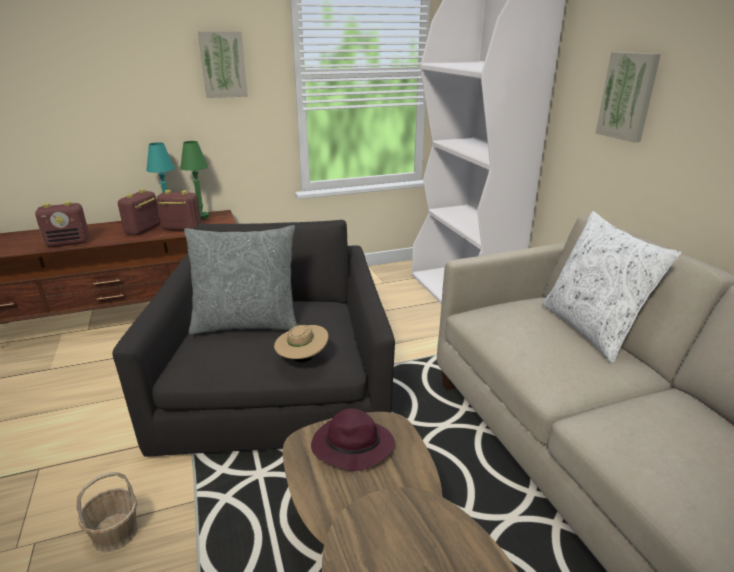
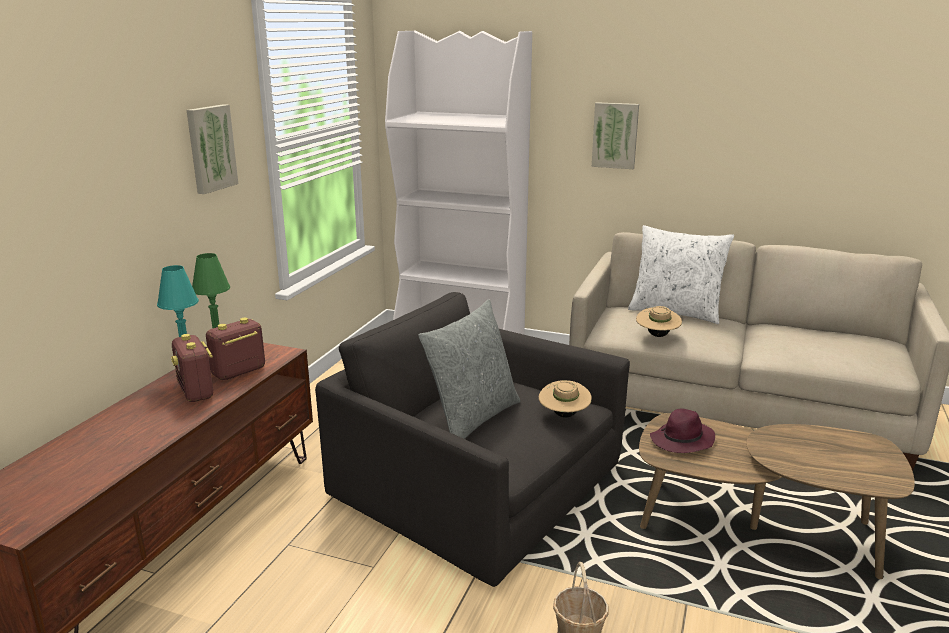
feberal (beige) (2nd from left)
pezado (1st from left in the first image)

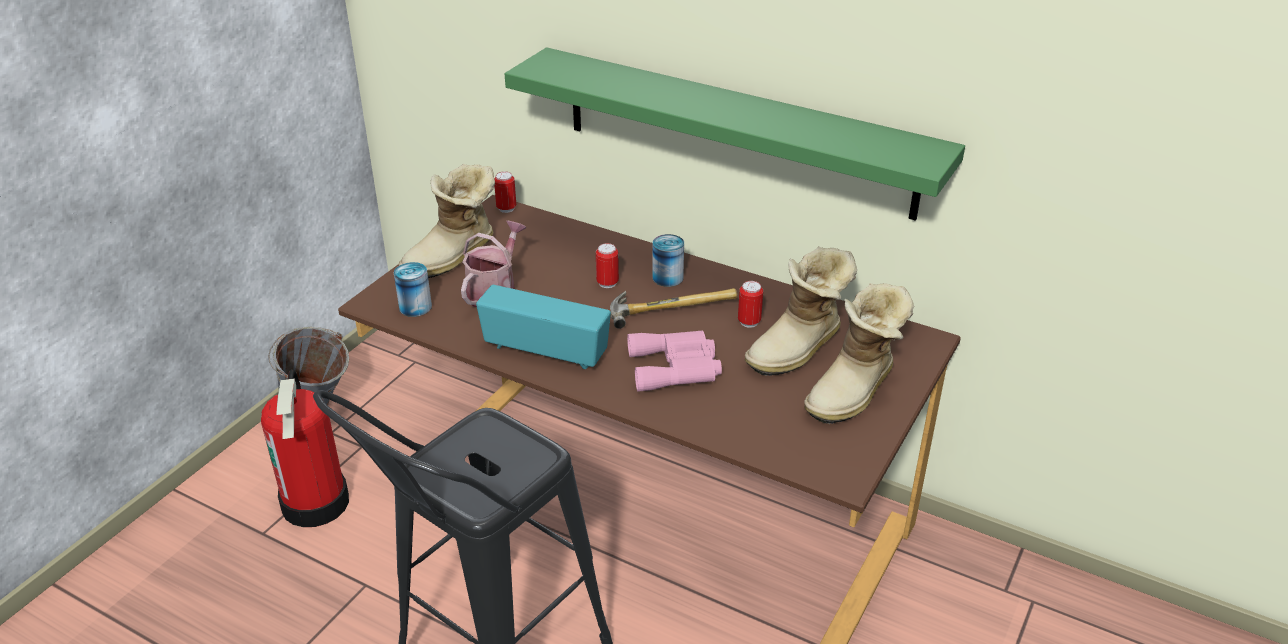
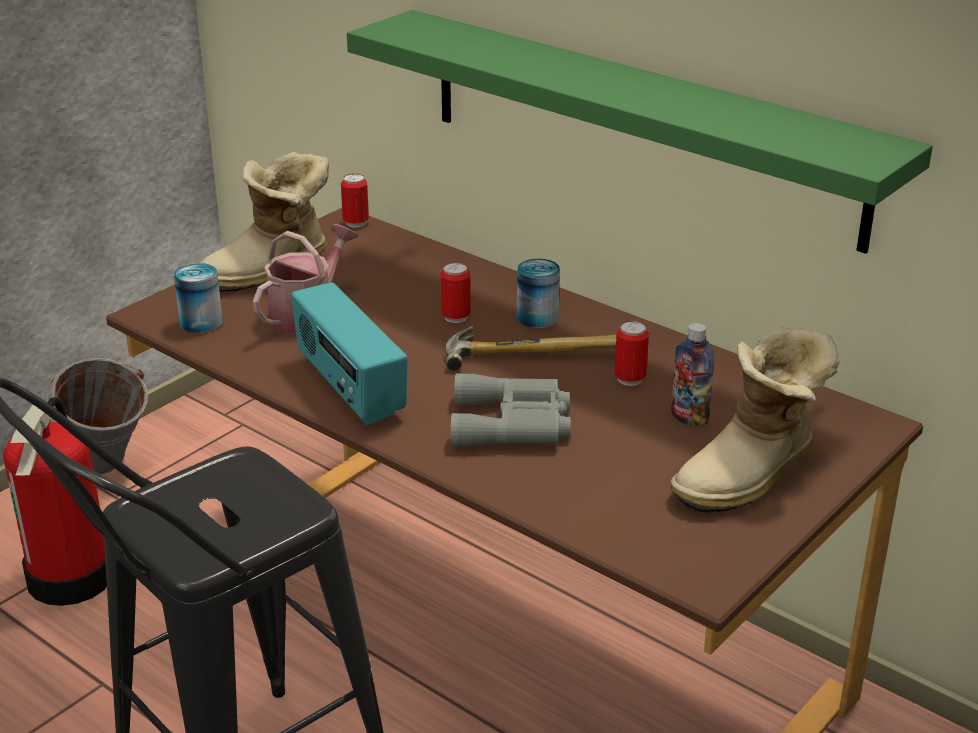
pezado
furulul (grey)
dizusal

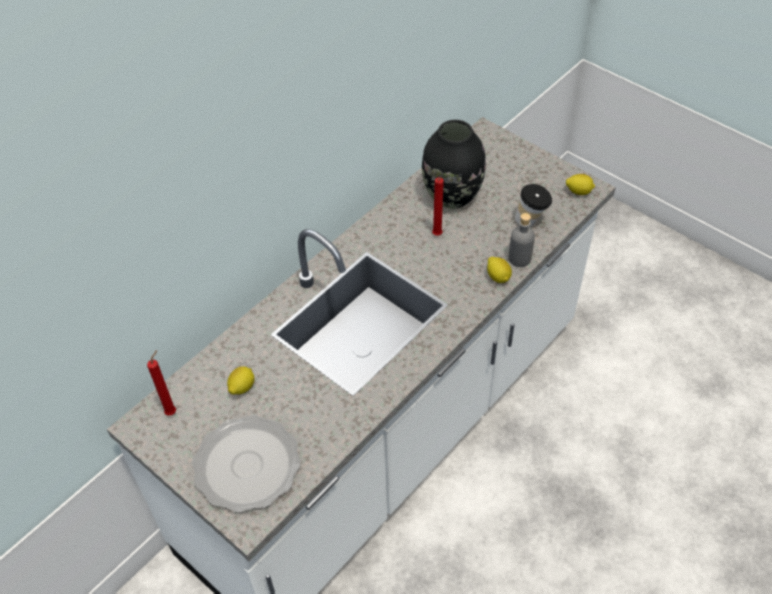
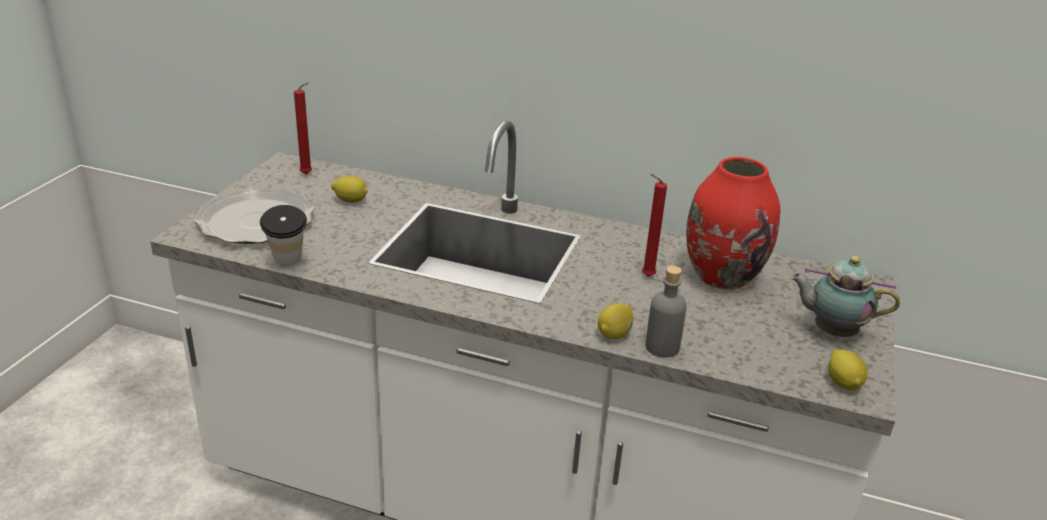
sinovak
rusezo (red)
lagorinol

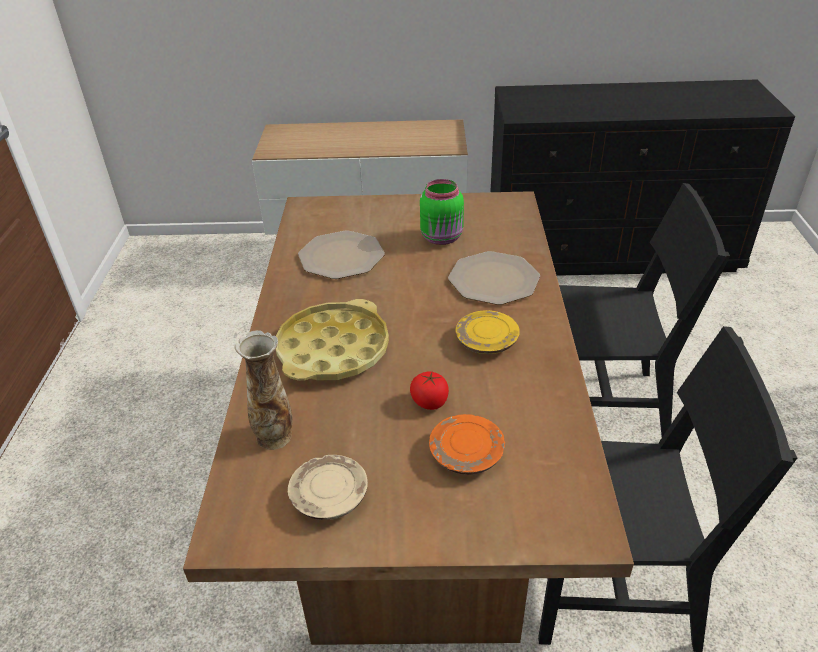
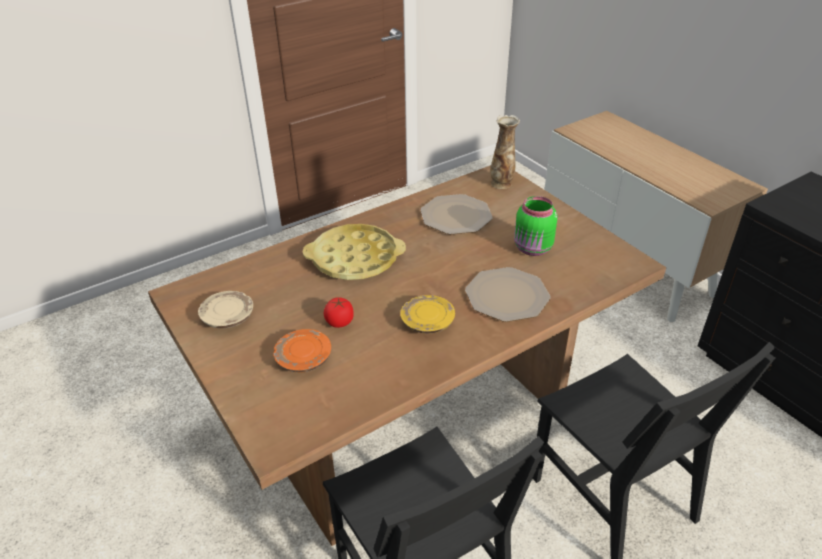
rusezo

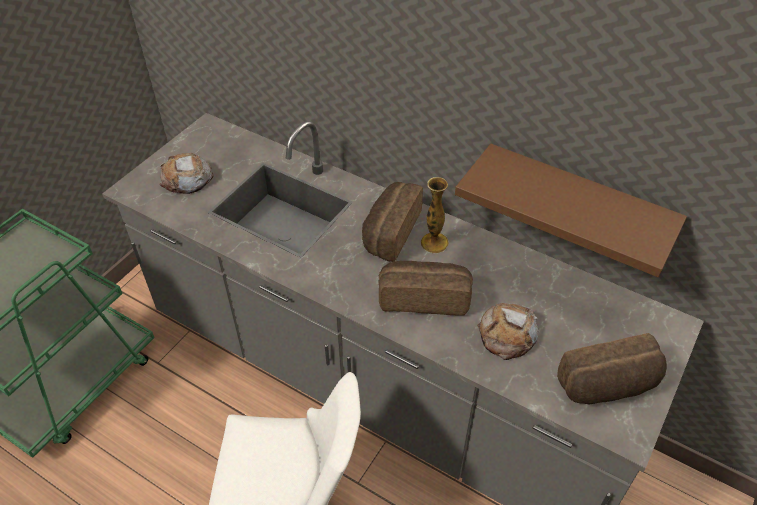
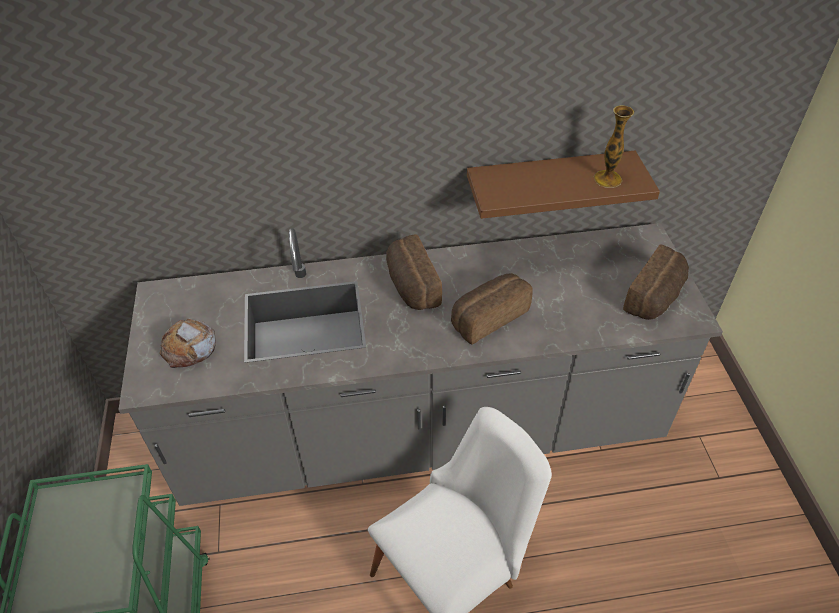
rusezo
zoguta (4th from left in the first image)

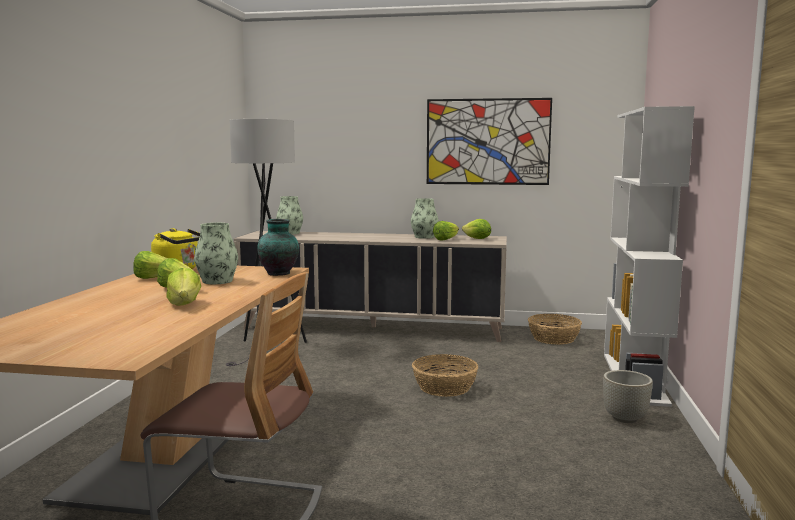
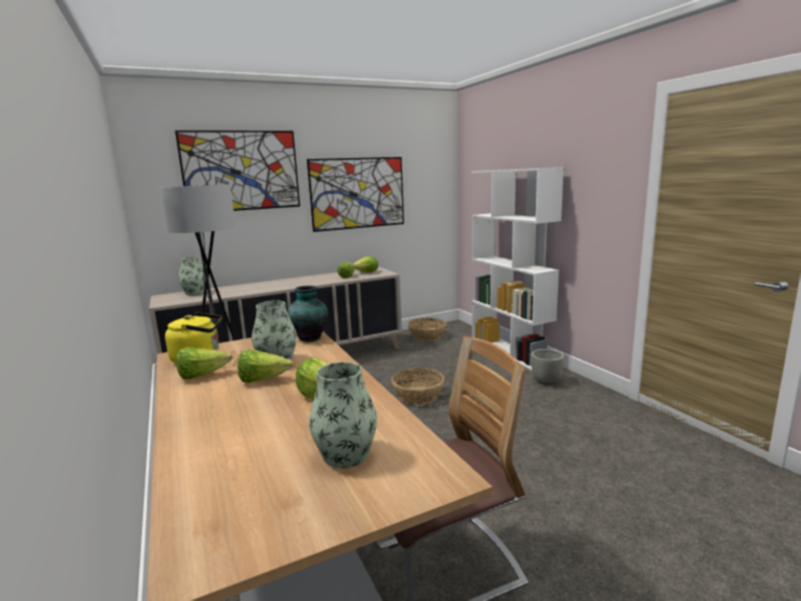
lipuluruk (1st from left)
rusezo (4th from left)

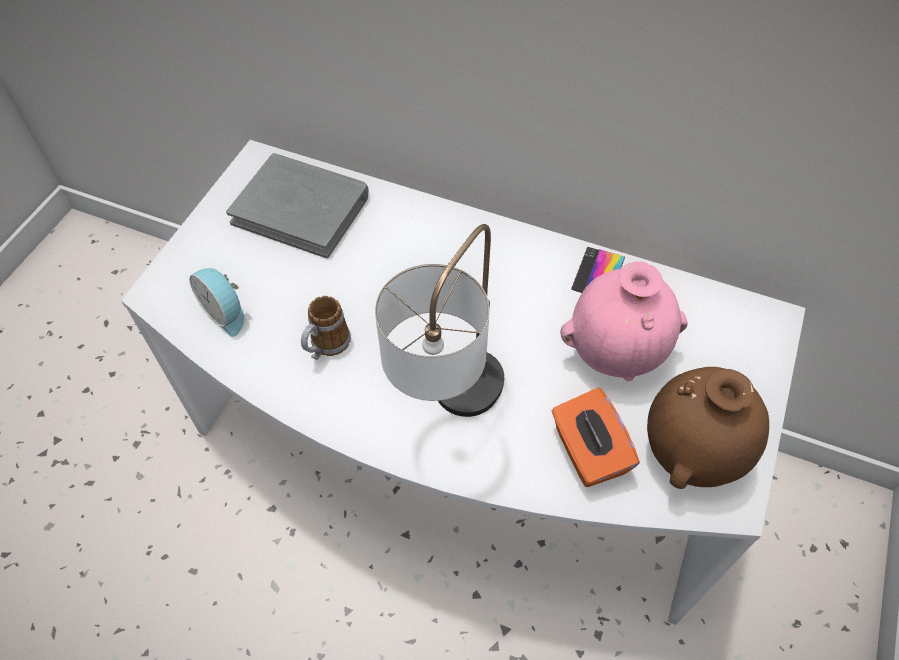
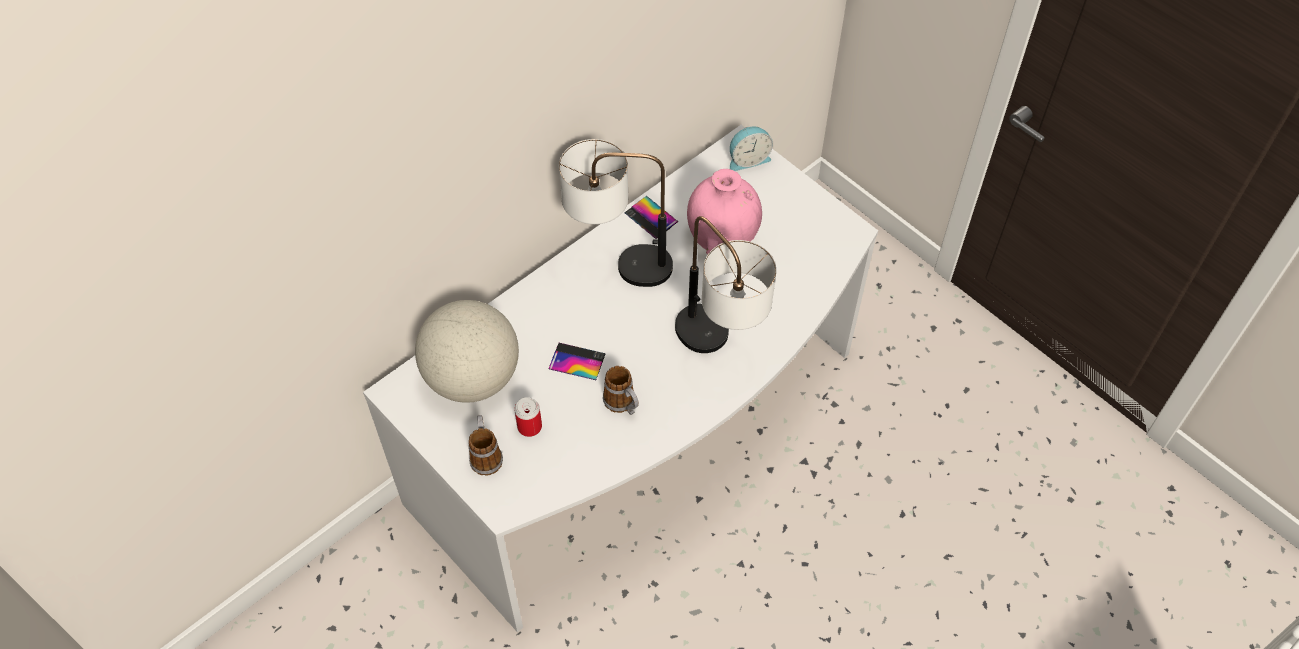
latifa
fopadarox (1st from left)
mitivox
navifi (1st from left)
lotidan (1st from left)
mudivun
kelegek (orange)
rusezo (brown)

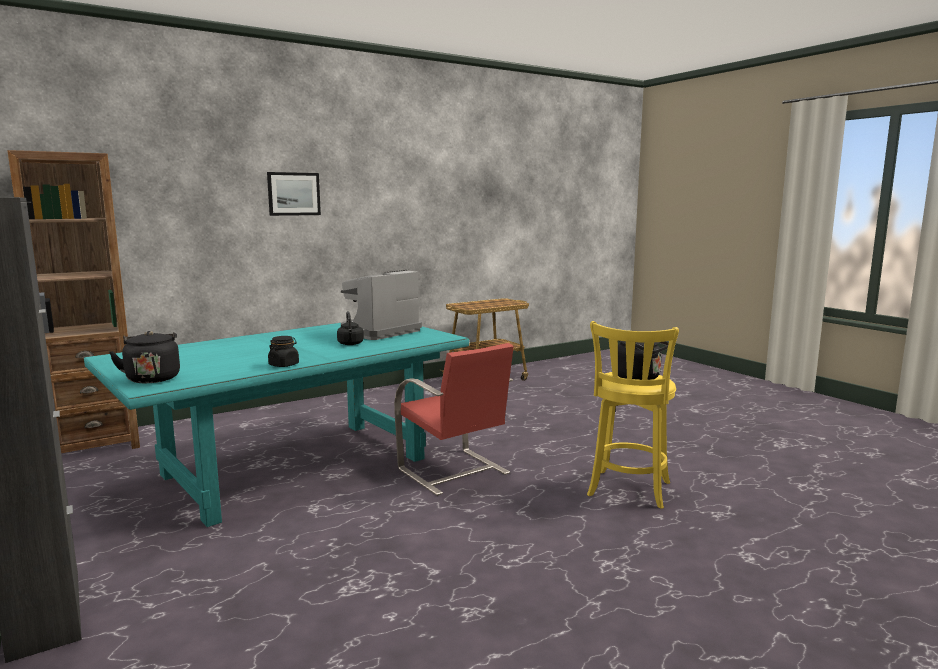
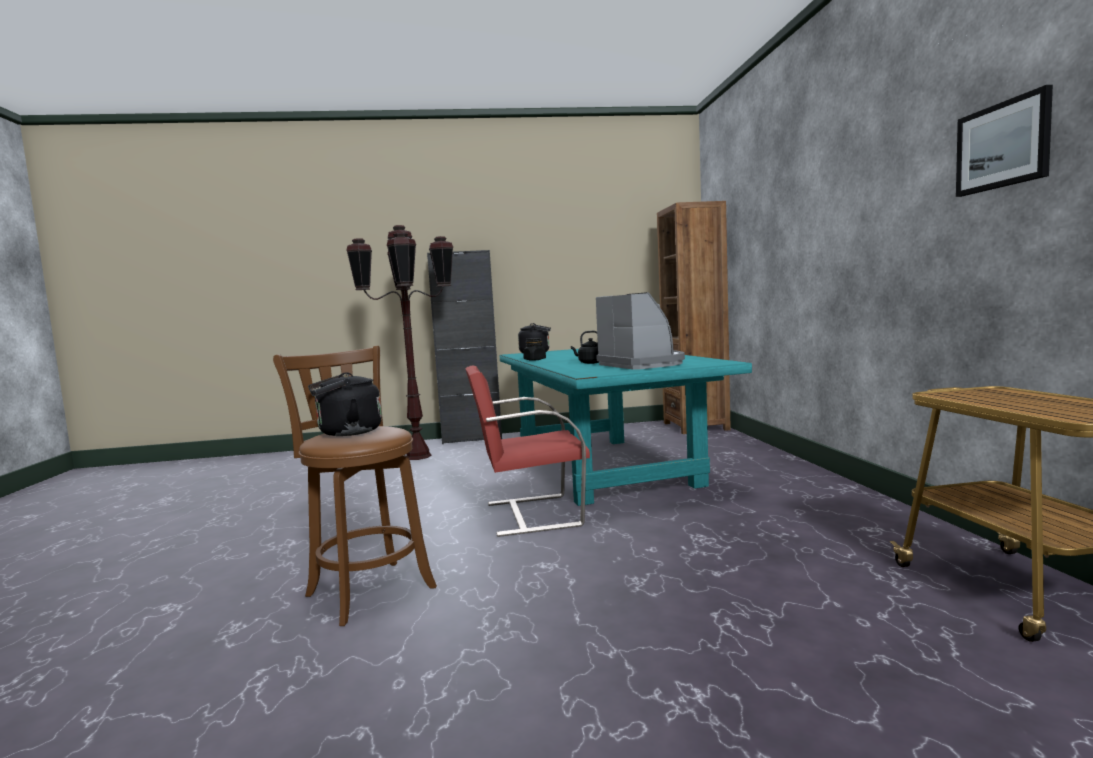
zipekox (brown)
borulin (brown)
lipuluruk

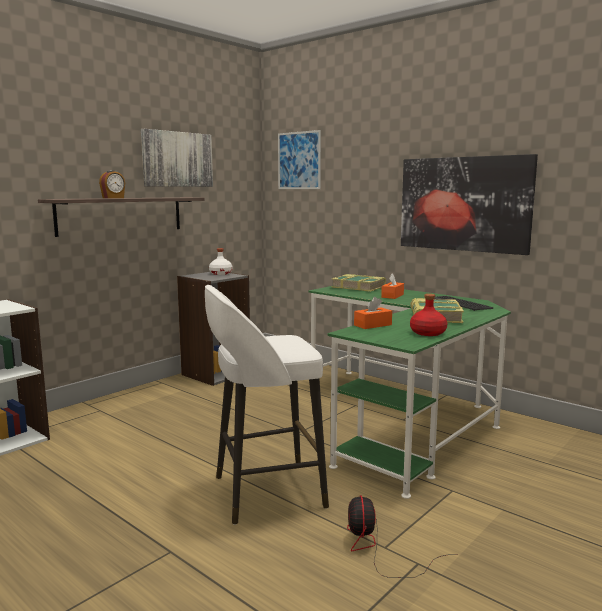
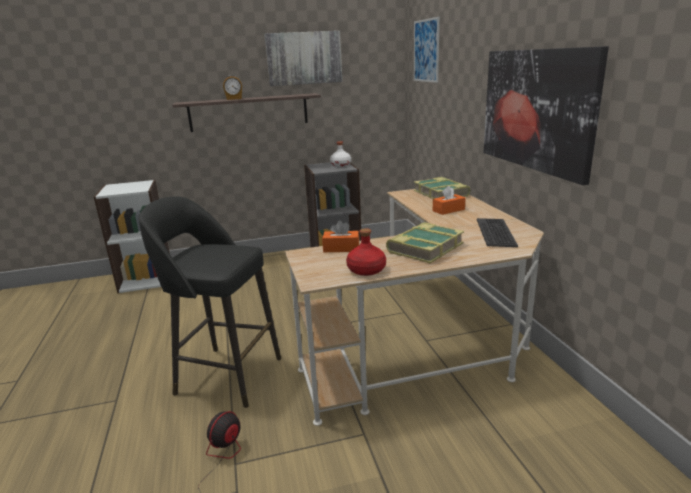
zipekox (black)
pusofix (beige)

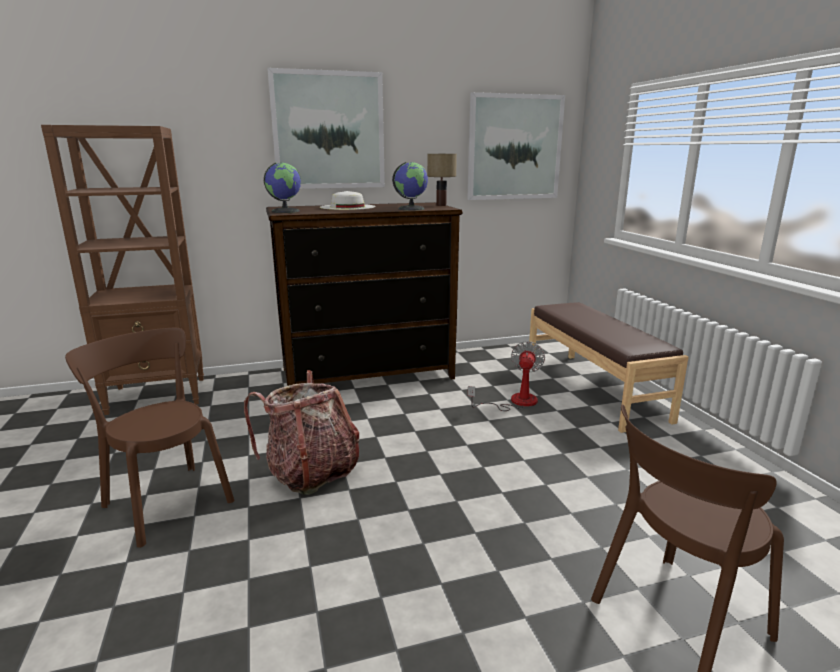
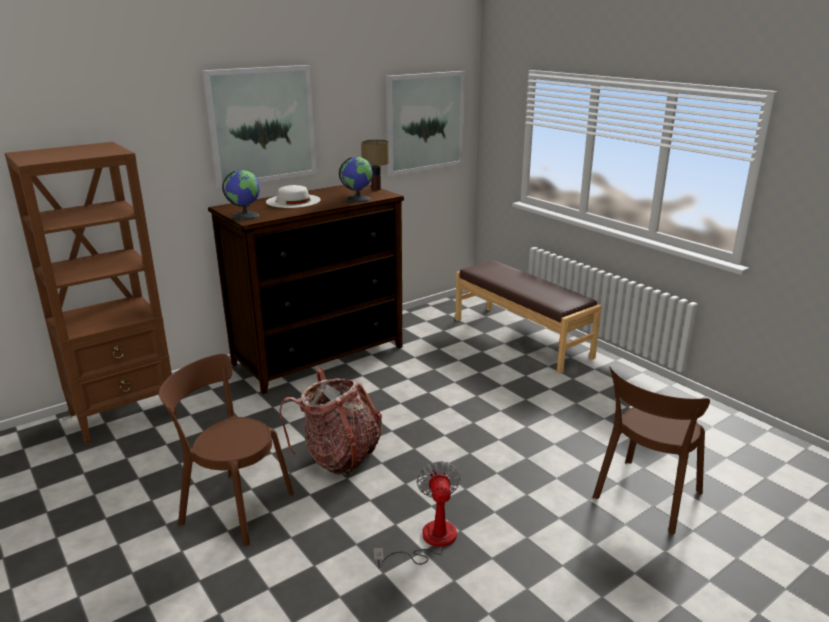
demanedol

